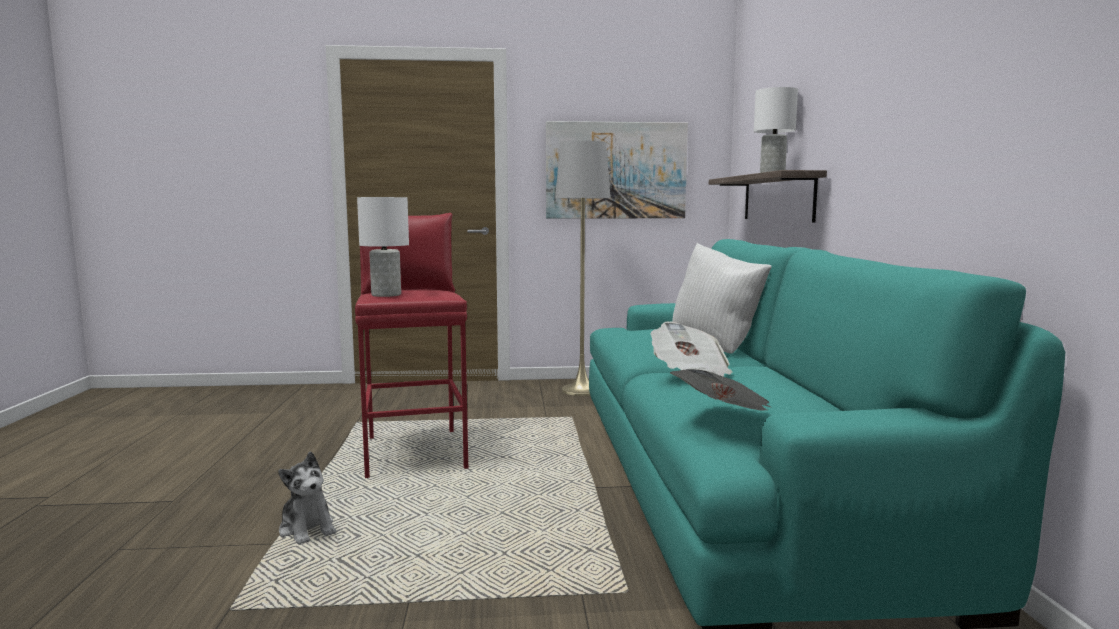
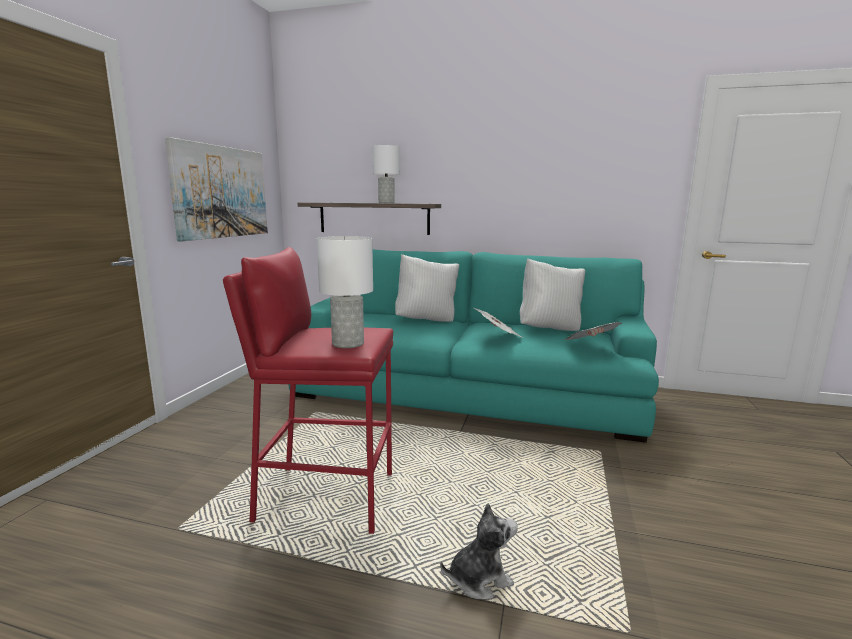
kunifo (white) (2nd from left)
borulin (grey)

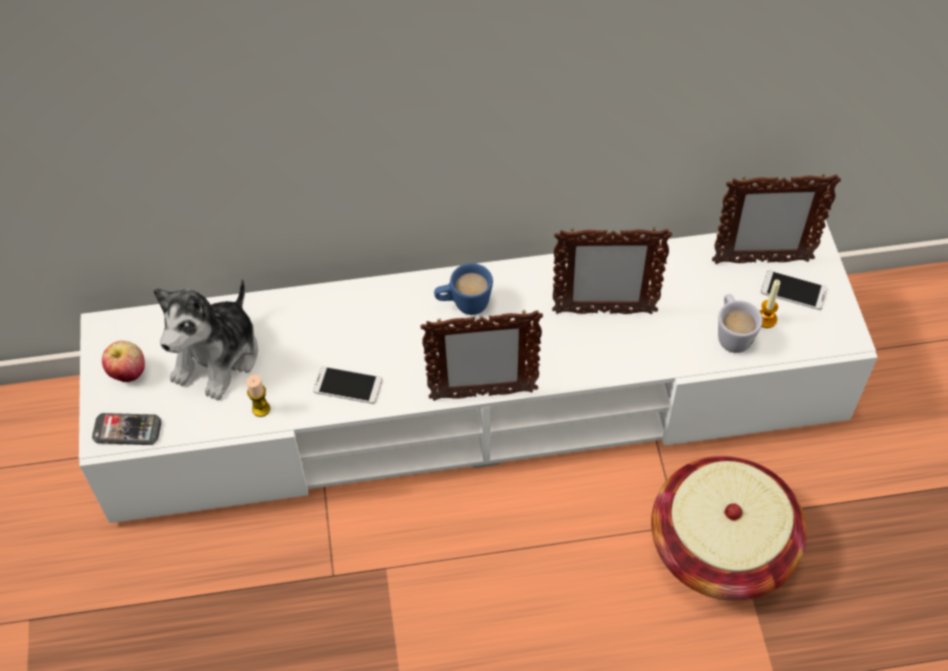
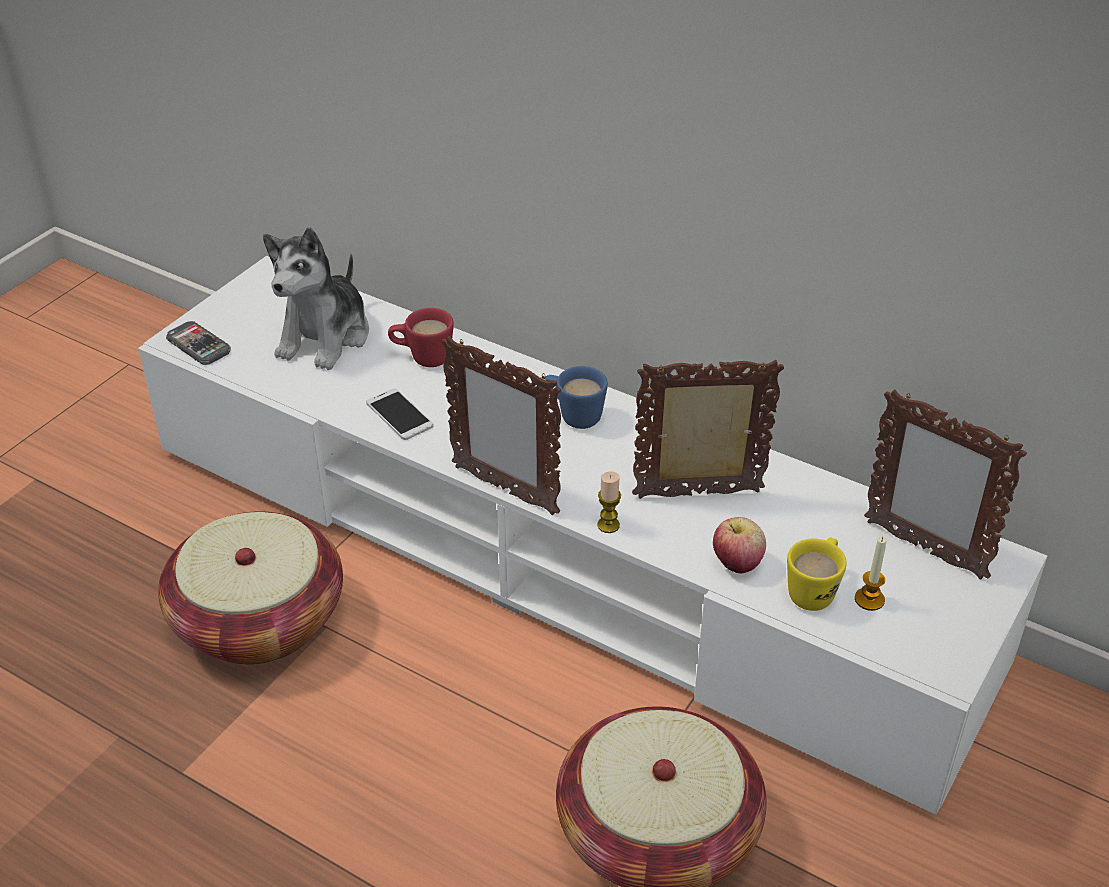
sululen (1st from left)
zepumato
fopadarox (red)
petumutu (1st from left)
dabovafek (2nd from left)
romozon
fopadarox (yellow)
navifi (3rd from left in the first image)

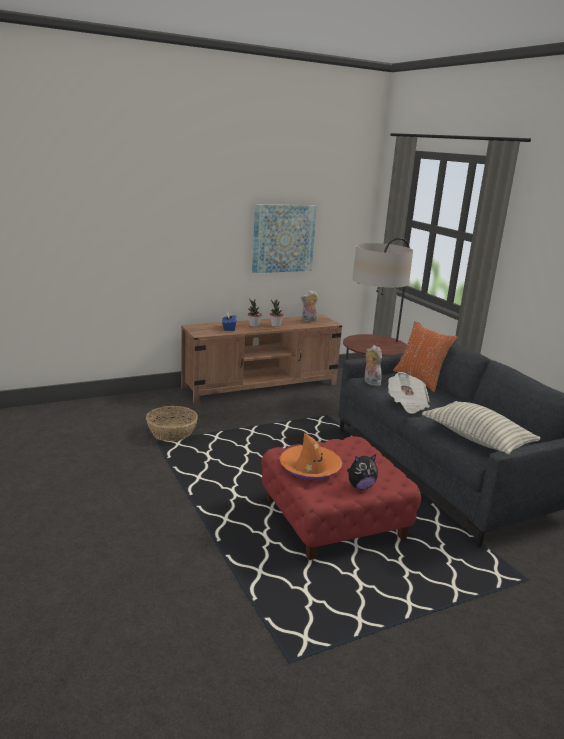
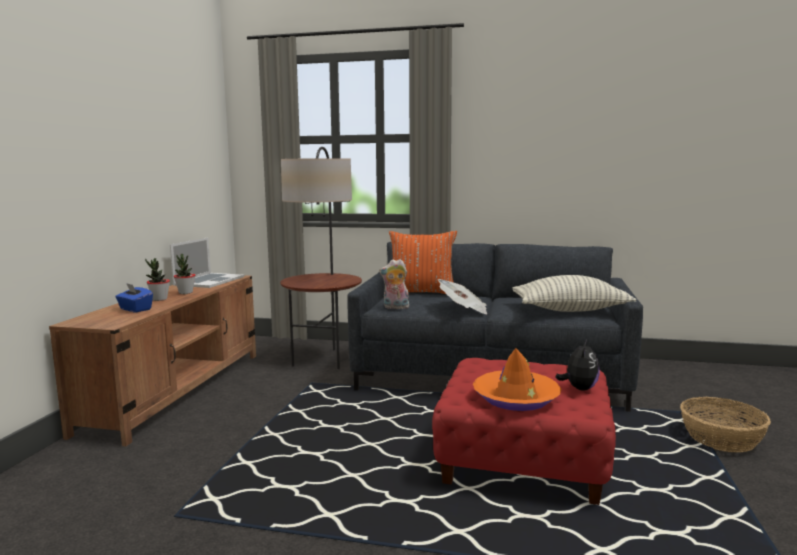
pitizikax
sululen
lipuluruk

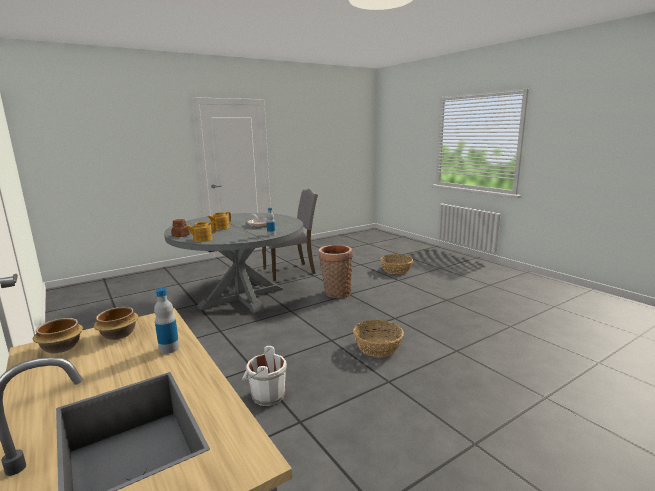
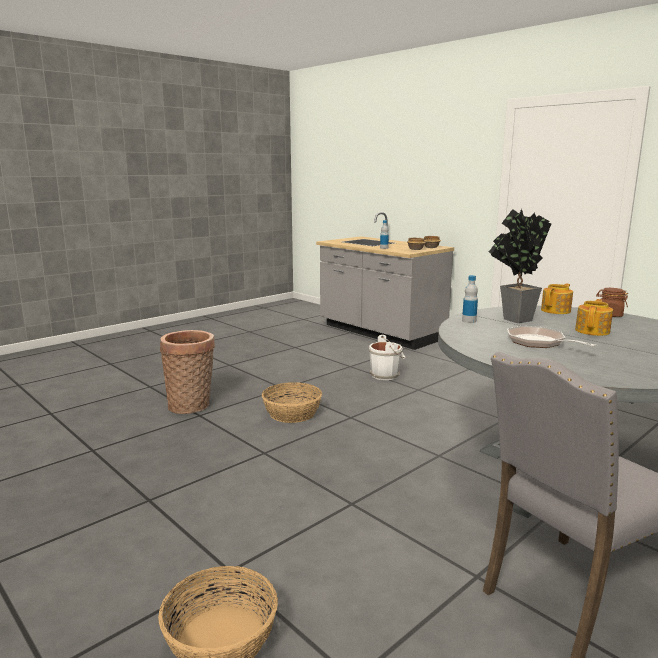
sululen (1st from left)
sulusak

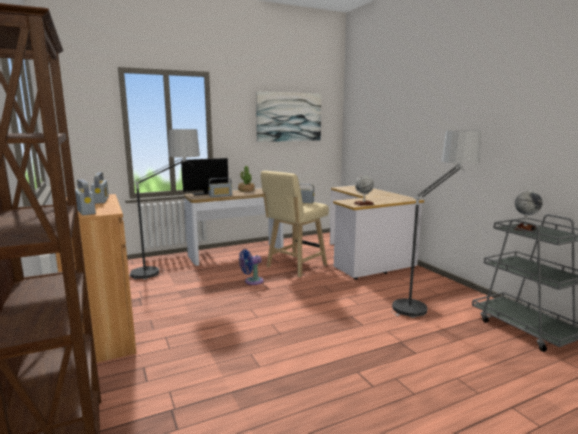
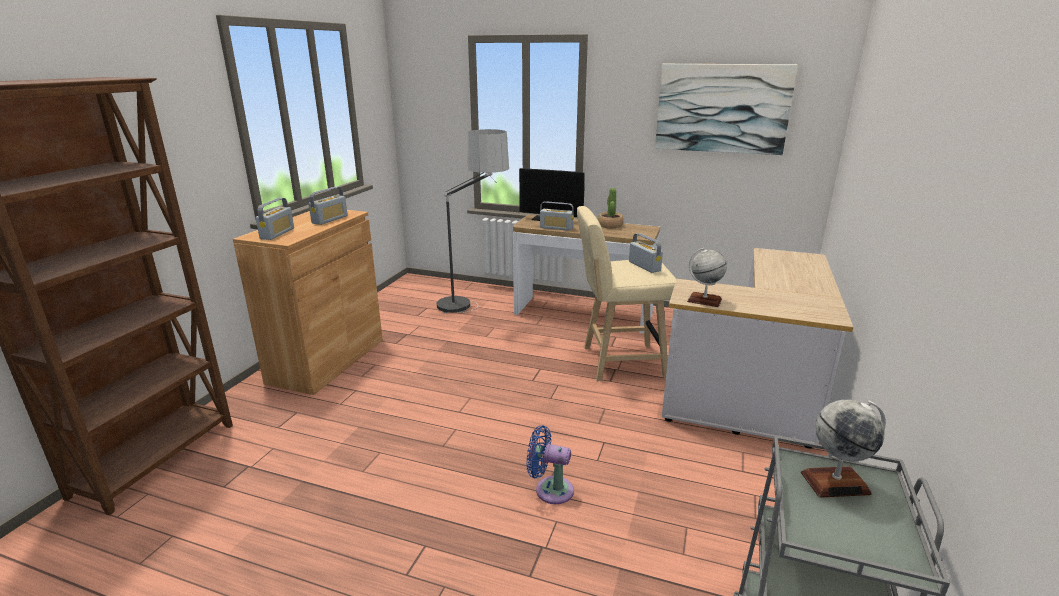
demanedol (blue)
borulin (2nd from left in the first image)

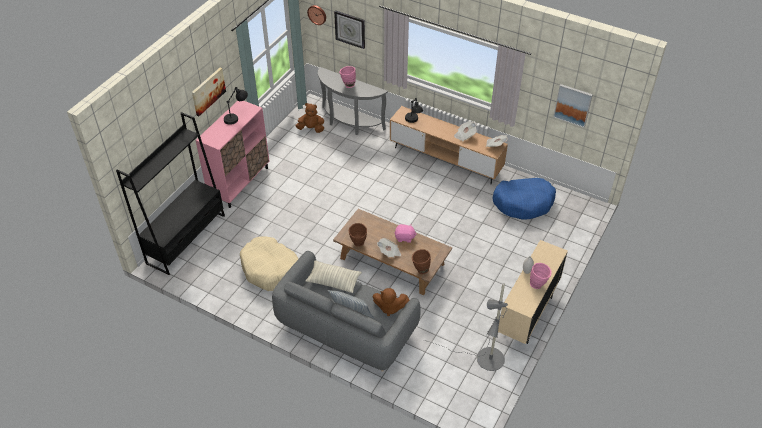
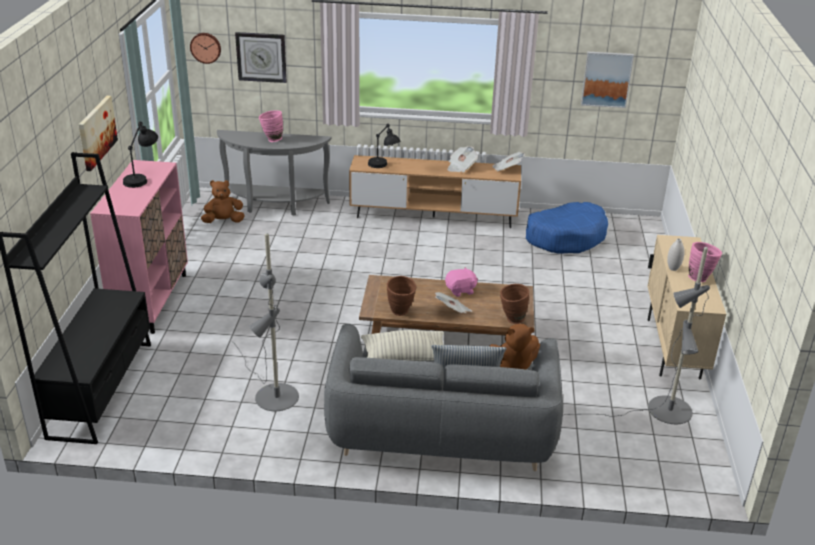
borulin (grey) (1st from left)

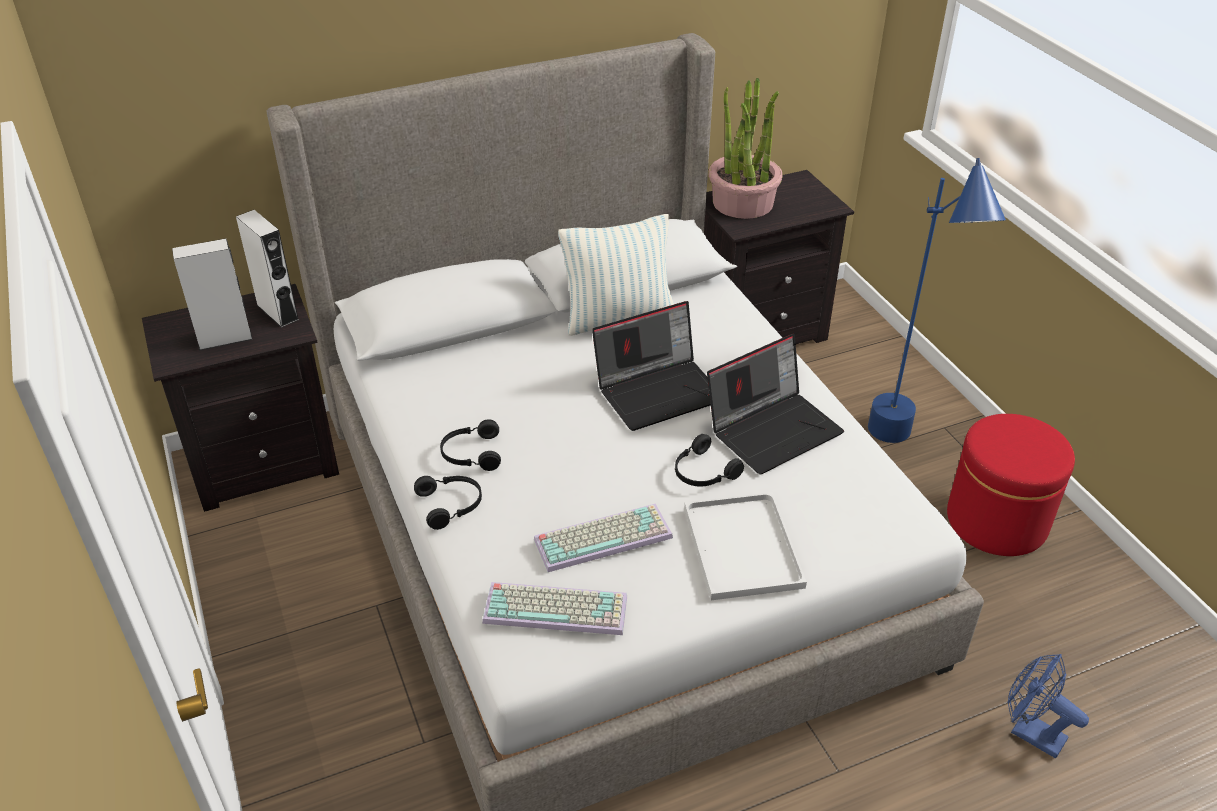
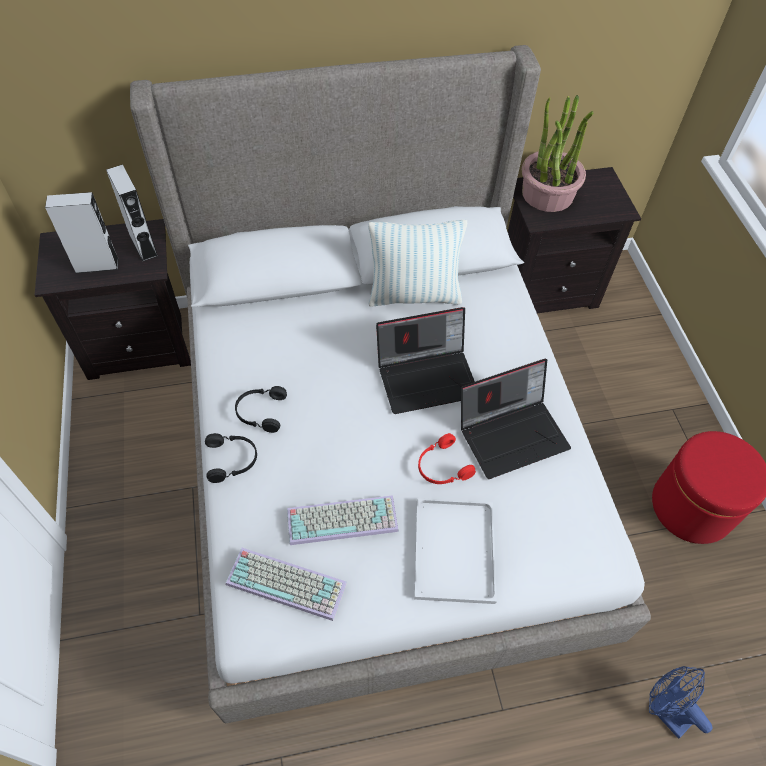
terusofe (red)
borulin (blue)

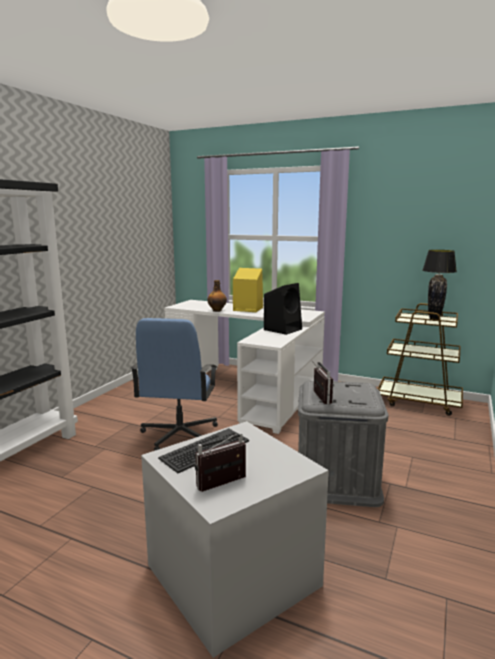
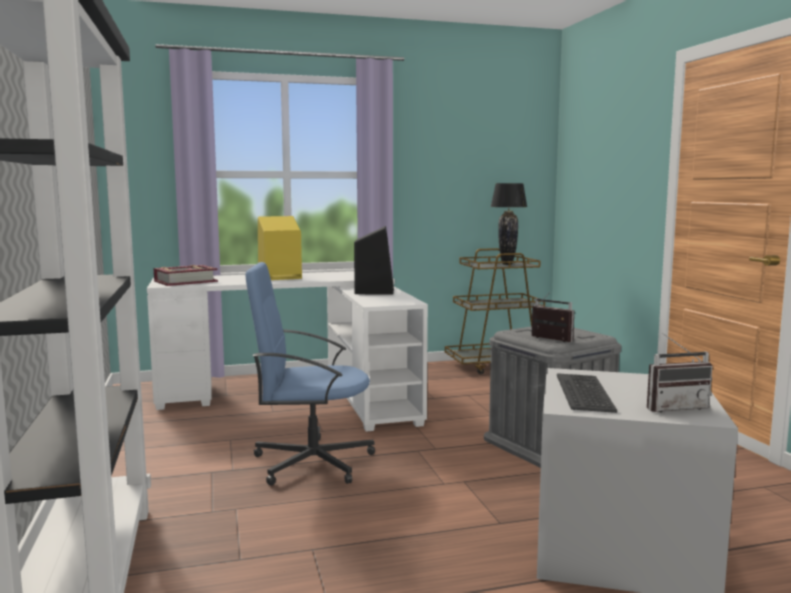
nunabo
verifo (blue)
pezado (2nd from left)
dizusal

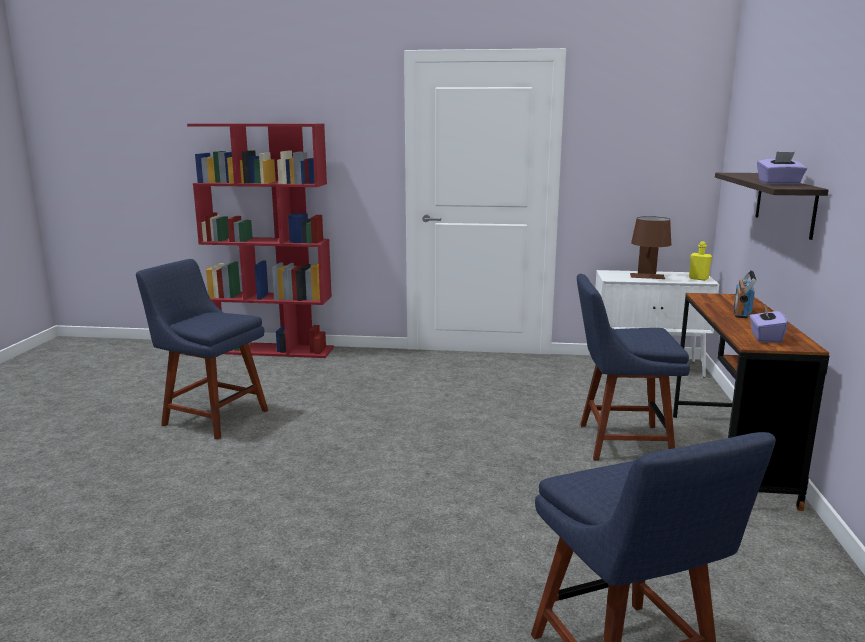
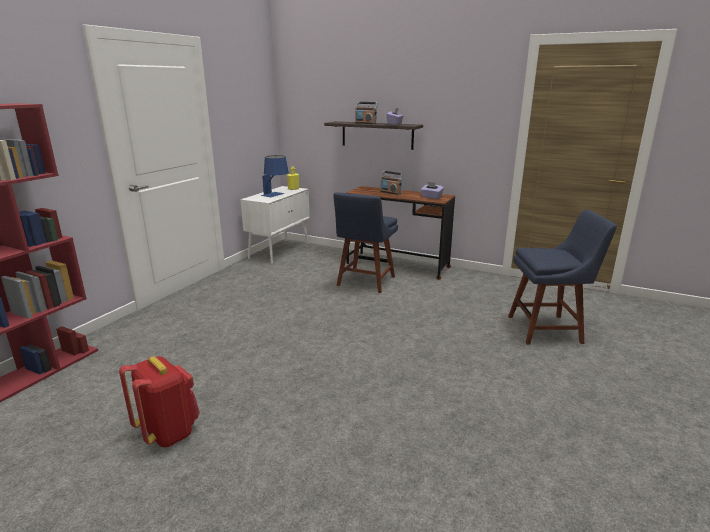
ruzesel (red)
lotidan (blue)
pezado (1st from left)

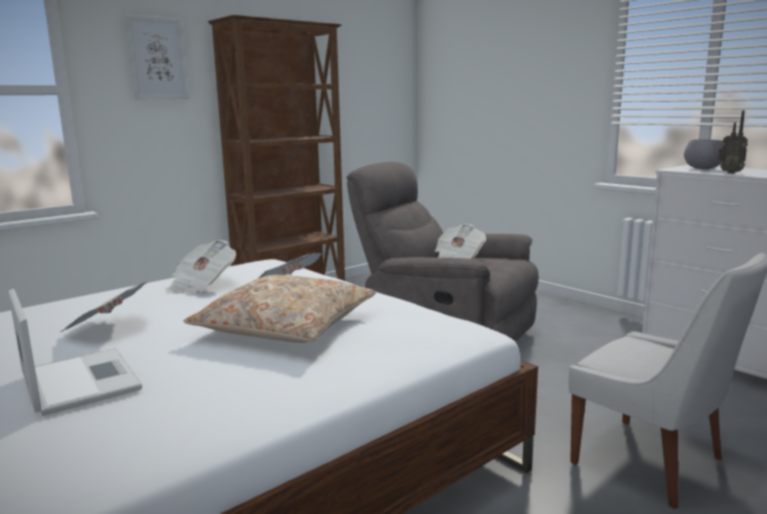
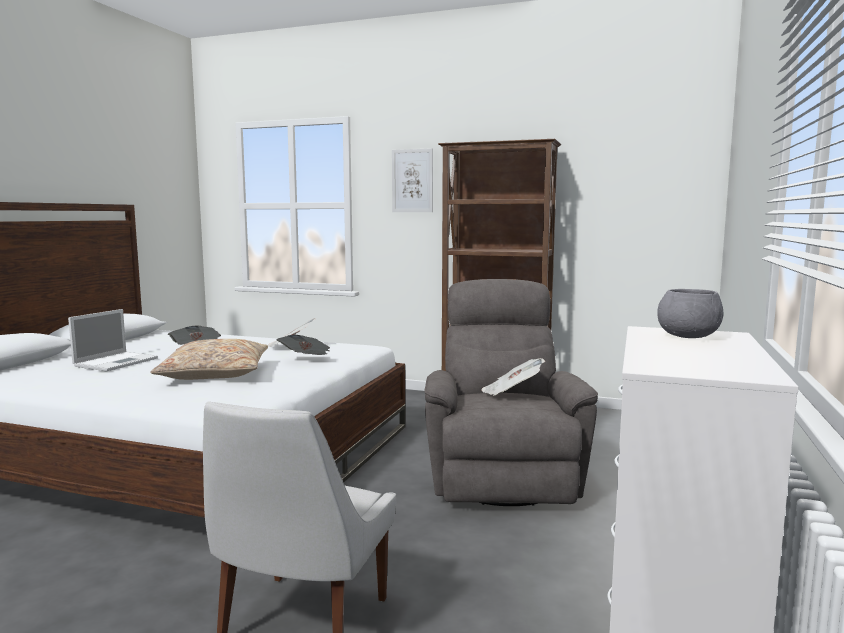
pezado

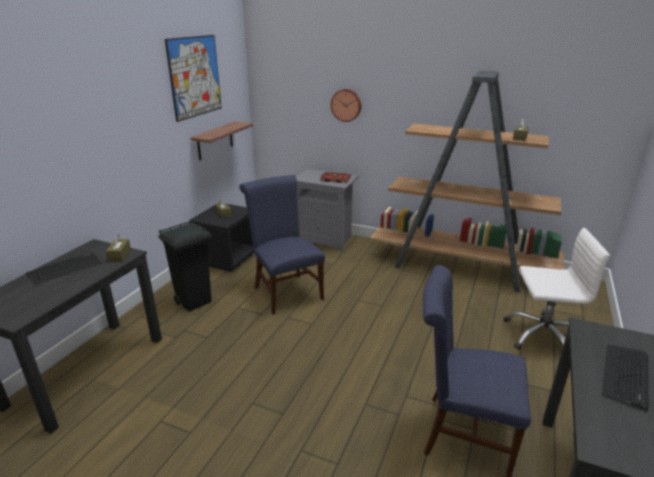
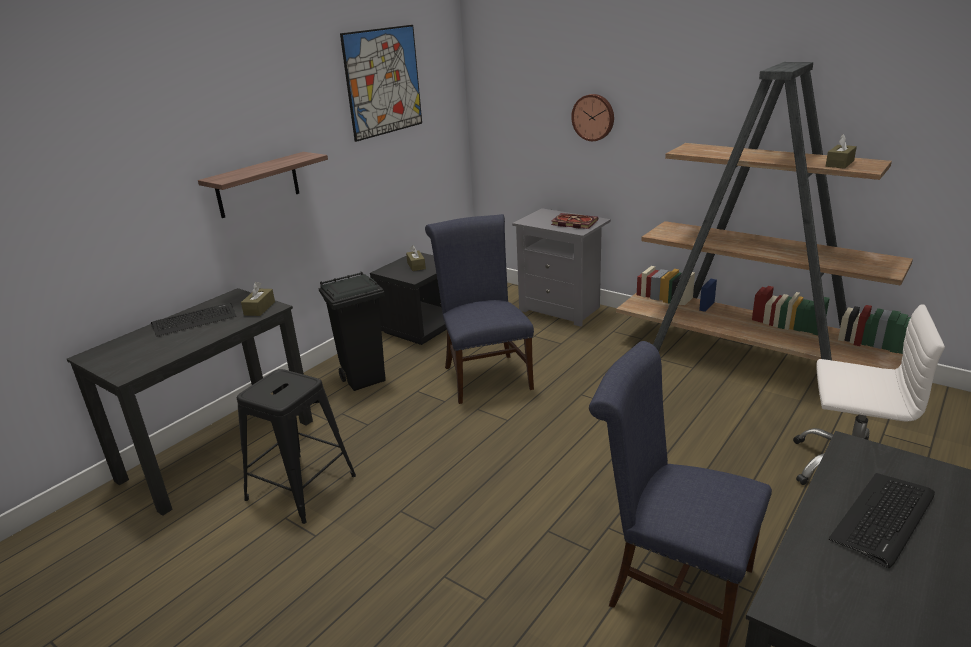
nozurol
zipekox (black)

